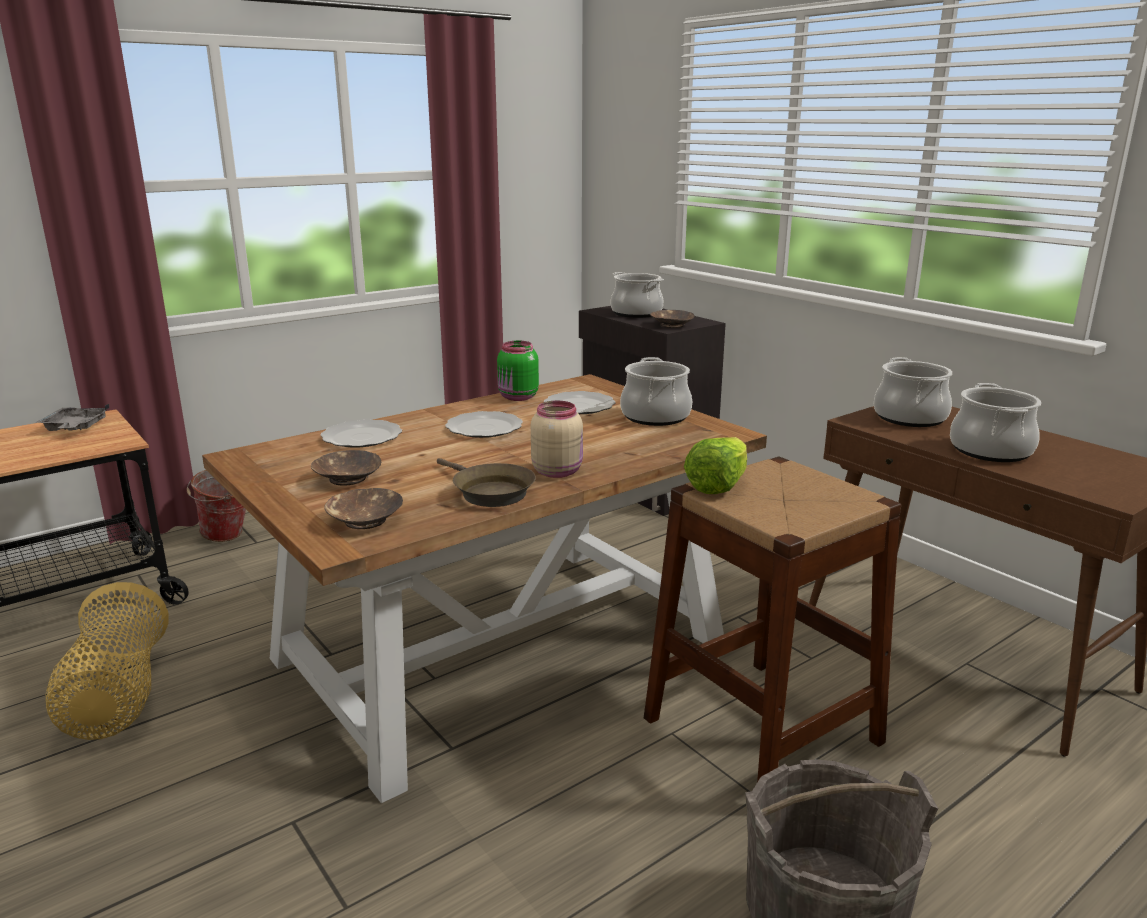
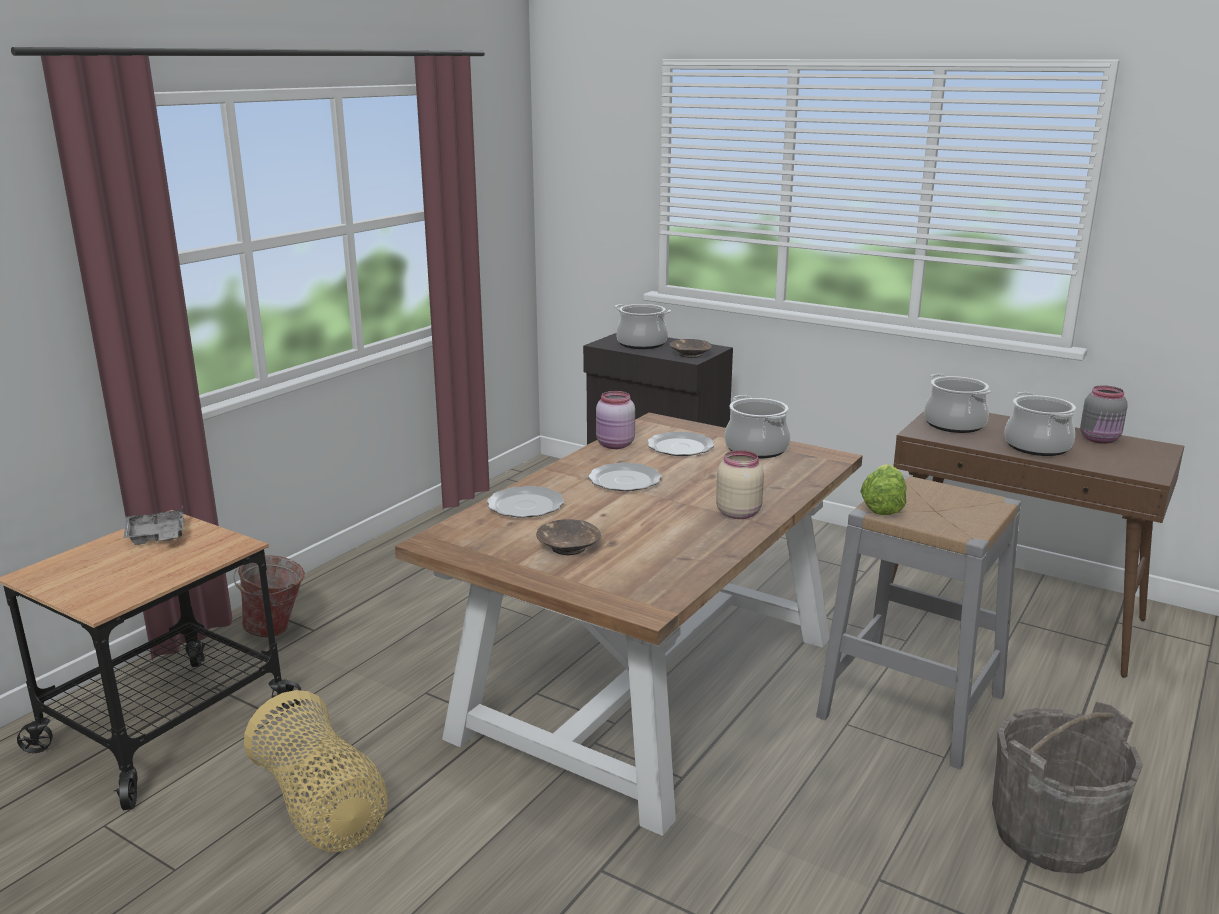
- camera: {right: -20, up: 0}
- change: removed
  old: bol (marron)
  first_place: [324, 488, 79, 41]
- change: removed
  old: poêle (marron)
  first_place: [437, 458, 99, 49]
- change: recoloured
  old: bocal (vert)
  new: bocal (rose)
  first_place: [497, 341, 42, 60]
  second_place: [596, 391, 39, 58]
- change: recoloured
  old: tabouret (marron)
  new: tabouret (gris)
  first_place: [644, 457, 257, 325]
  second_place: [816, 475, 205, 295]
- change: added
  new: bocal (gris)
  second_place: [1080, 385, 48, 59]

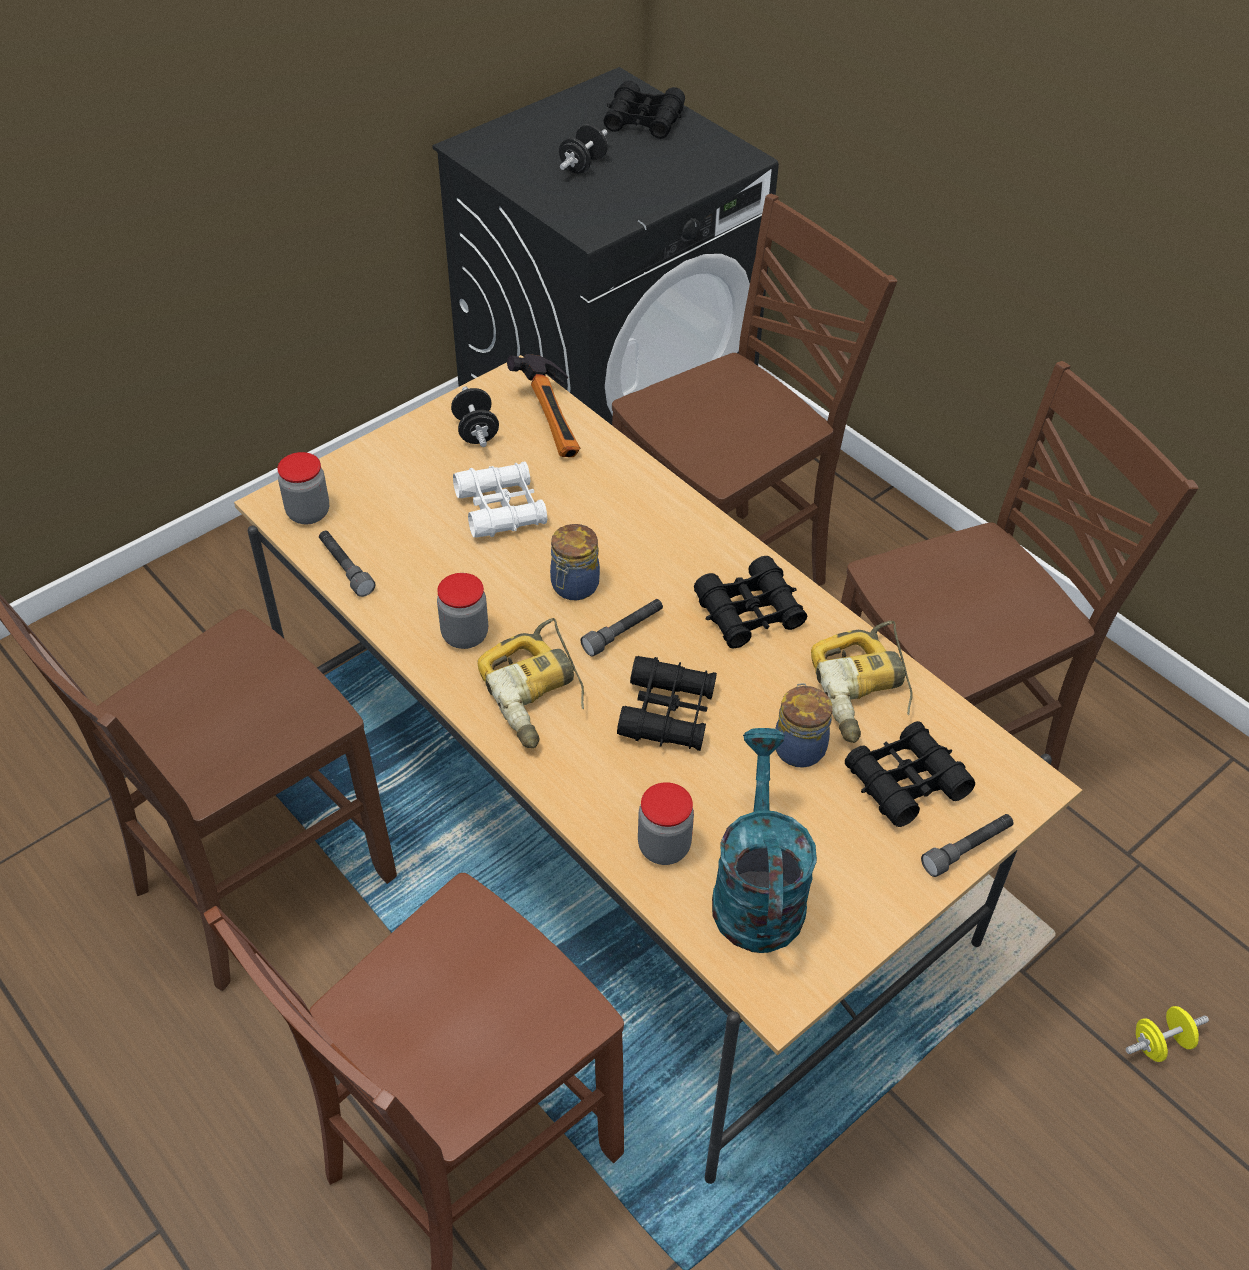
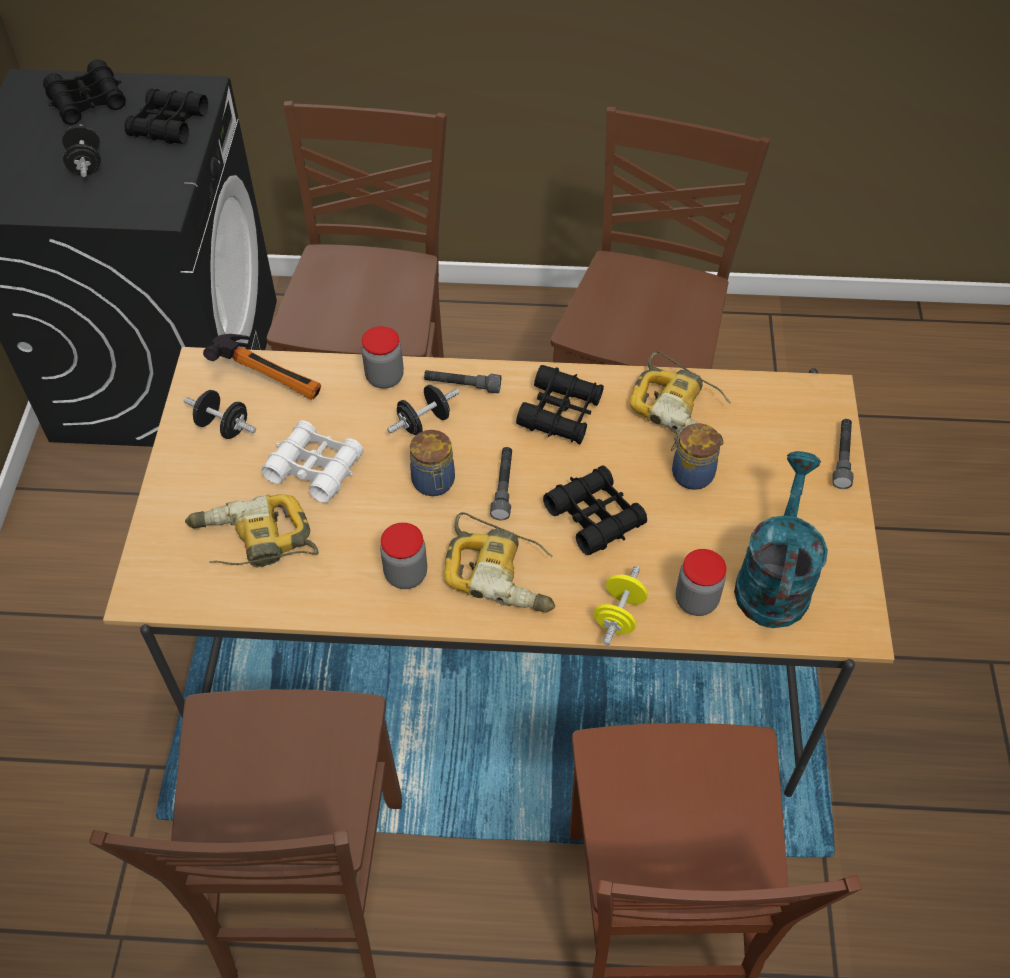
- camera: {right: -45, up: 5}
- change: moved
  old: bocal
  first_place: [277, 452, 52, 72]
  second_place: [361, 326, 43, 63]
- change: moved
  old: lampe de poche (gris)
  first_place: [319, 531, 56, 66]
  second_place: [424, 370, 77, 23]
- change: turned
  old: arrosoir (turquoise)
  first_place: [712, 728, 105, 225]
  second_place: [734, 451, 94, 177]
  degrees: 60
- change: moved
  old: jumelles (noir)
  first_place: [845, 721, 130, 106]
  second_place: [124, 89, 84, 55]
- change: moved
  old: haltère (jaune)
  first_place: [1126, 1006, 83, 56]
  second_place: [594, 566, 54, 79]
- change: added
  new: perceuse
  second_place: [185, 494, 134, 74]
- change: added
  new: haltère (noir)
  second_place: [387, 385, 72, 50]

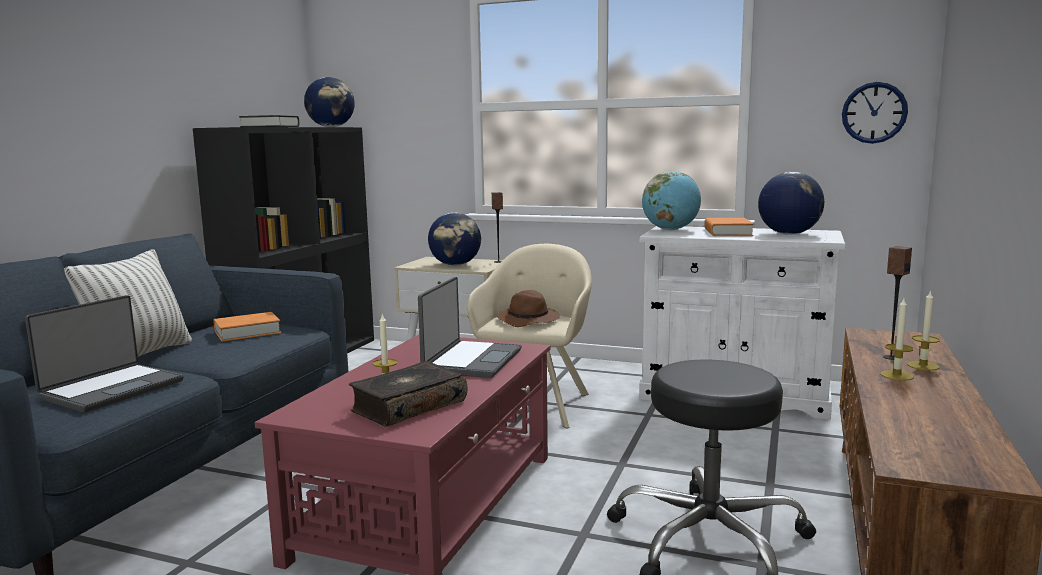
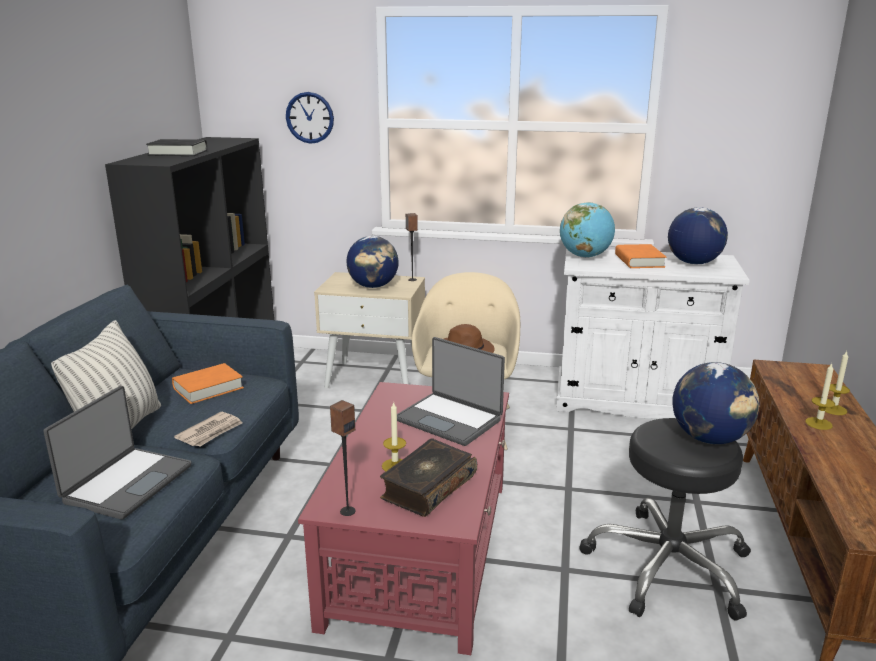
- camera: {right: -10, up: 10}
- change: moved
  old: globe
  first_place: [304, 77, 51, 50]
  second_place: [672, 362, 87, 82]
- change: turned
  old: ordinateur portable
  first_place: [418, 277, 104, 101]
  second_place: [397, 337, 108, 109]
  degrees: 120
- change: moved
  old: horloge murale
  first_place: [842, 82, 66, 62]
  second_place: [286, 92, 48, 52]
- change: moved
  old: enceinte
  first_place: [883, 246, 29, 114]
  second_place: [330, 400, 26, 116]
- change: added
  new: journal
  second_place: [174, 412, 69, 35]

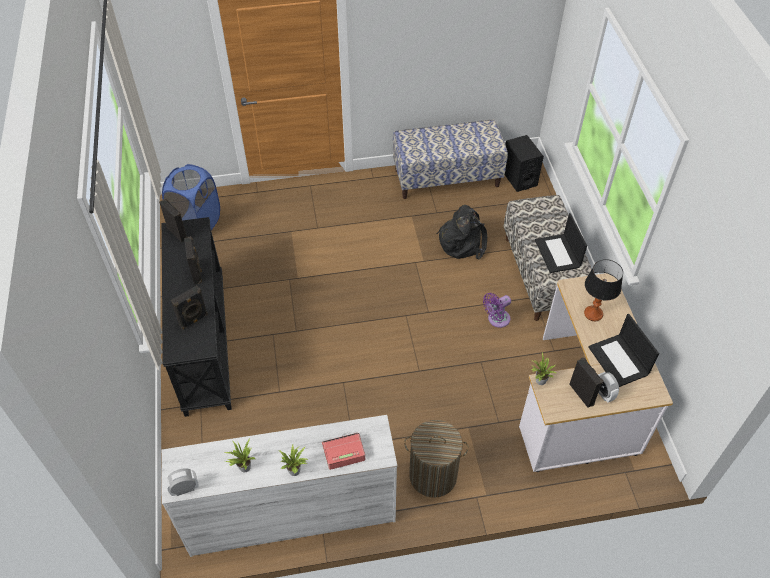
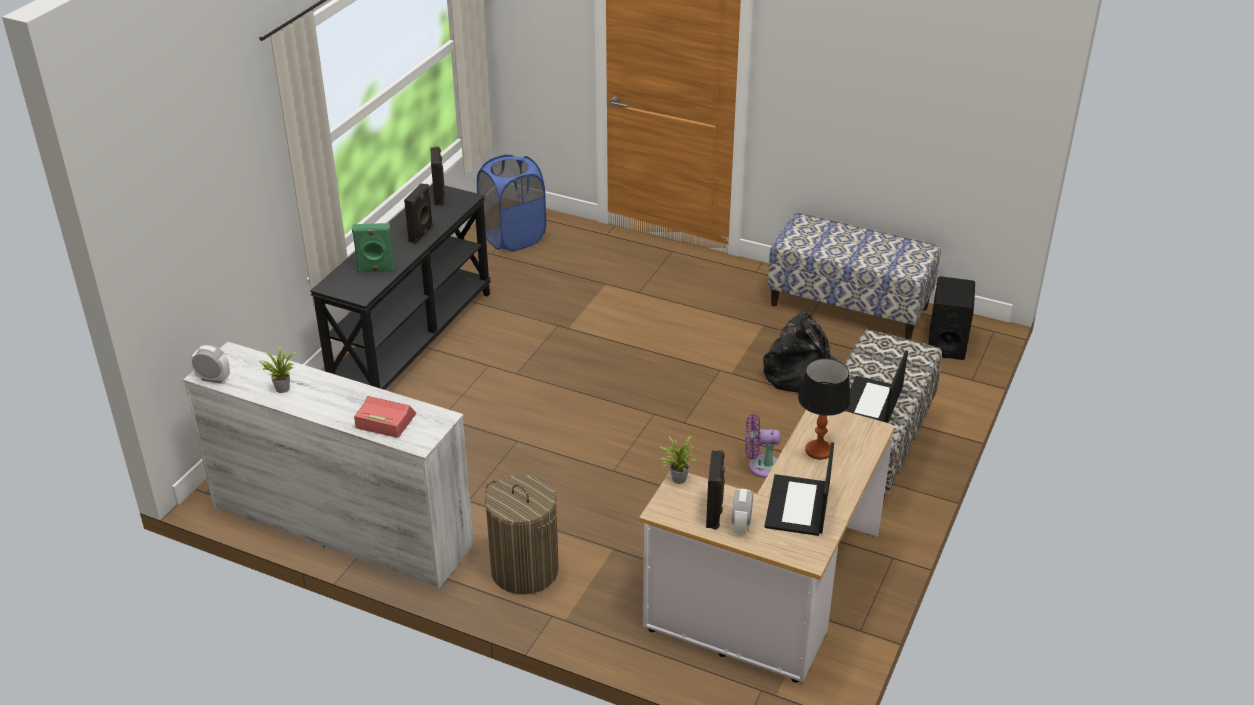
- camera: {right: 35, up: -15}
- change: recoloured
  old: enceinte (noir)
  new: enceinte (vert)
  first_place: [171, 285, 37, 45]
  second_place: [352, 223, 43, 49]
- change: removed
  old: plante en pot
  first_place: [279, 445, 30, 31]

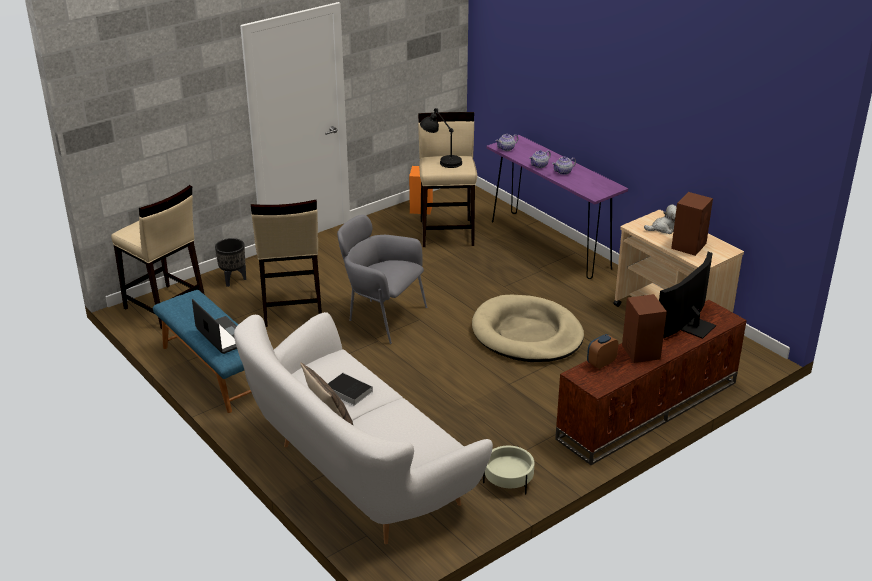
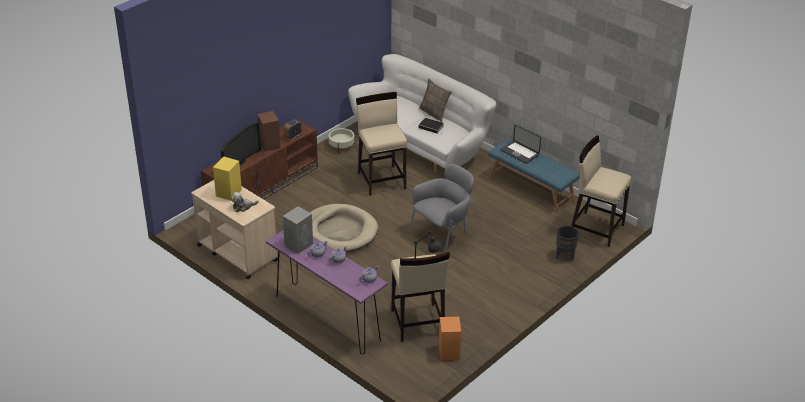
- camera: {right: 170, up: 5}
- change: moved
  old: tabouret (beige)
  first_place: [251, 200, 71, 127]
  second_place: [356, 92, 51, 104]
- change: turned
  old: fauteuil (gris)
  first_place: [337, 215, 90, 129]
  second_place: [409, 164, 65, 89]
  degrees: -60
- change: recoloured
  old: enceinte (marron)
  new: enceinte (jaune)
  first_place: [671, 192, 42, 64]
  second_place: [213, 156, 29, 45]
- change: added
  new: enceinte (gris)
  second_place: [283, 206, 30, 48]

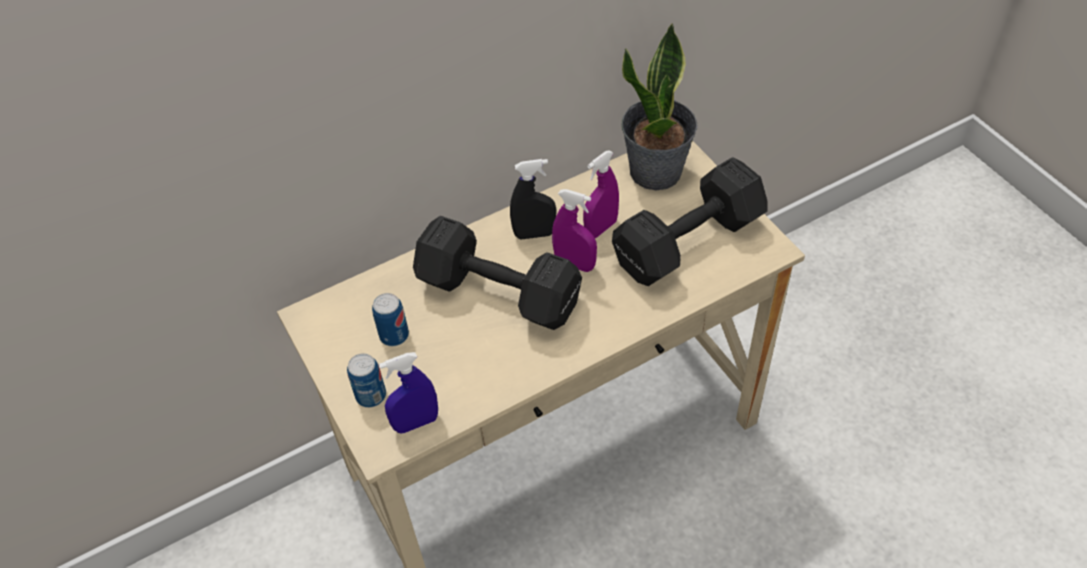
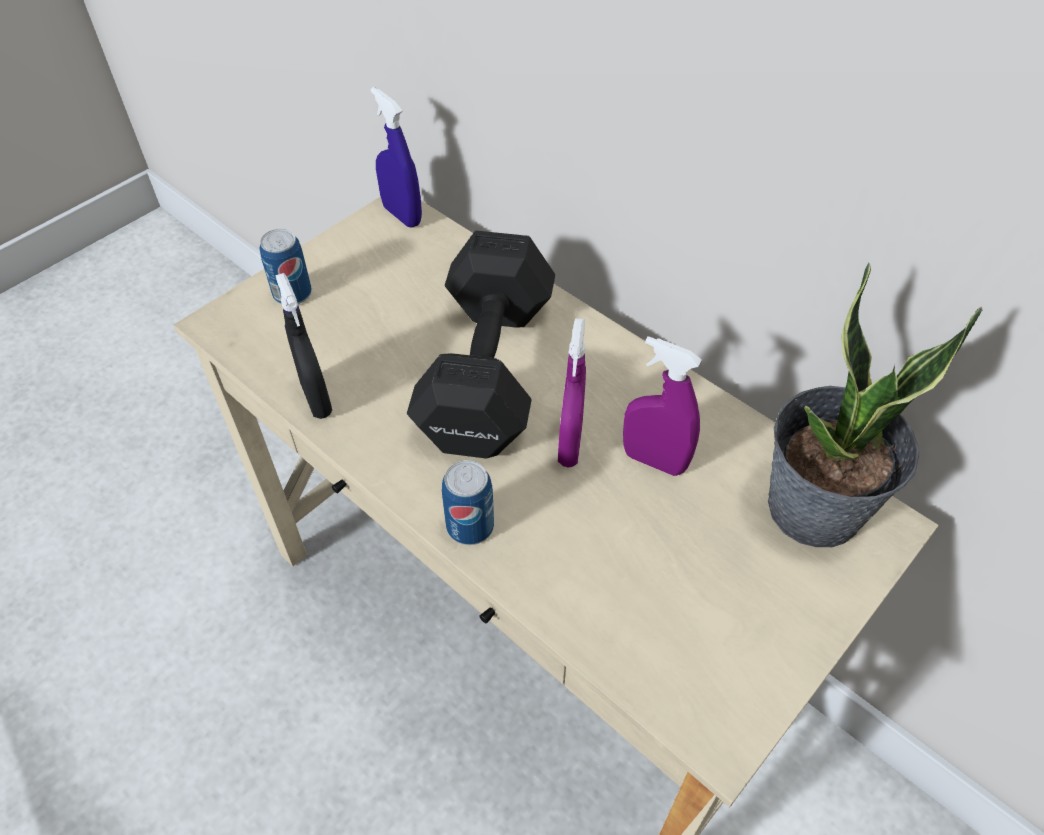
- camera: {right: 70, up: 0}
- change: moved
  old: boîte métallique
  first_place: [372, 293, 37, 53]
  second_place: [442, 460, 52, 85]
- change: moved
  old: vaporisateur (bleu)
  first_place: [379, 352, 59, 81]
  second_place: [371, 87, 51, 141]
- change: moved
  old: vaporisateur (noir)
  first_place: [510, 159, 46, 81]
  second_place: [275, 273, 57, 146]
- change: removed
  old: haltère (noir)
  first_place: [612, 157, 156, 129]

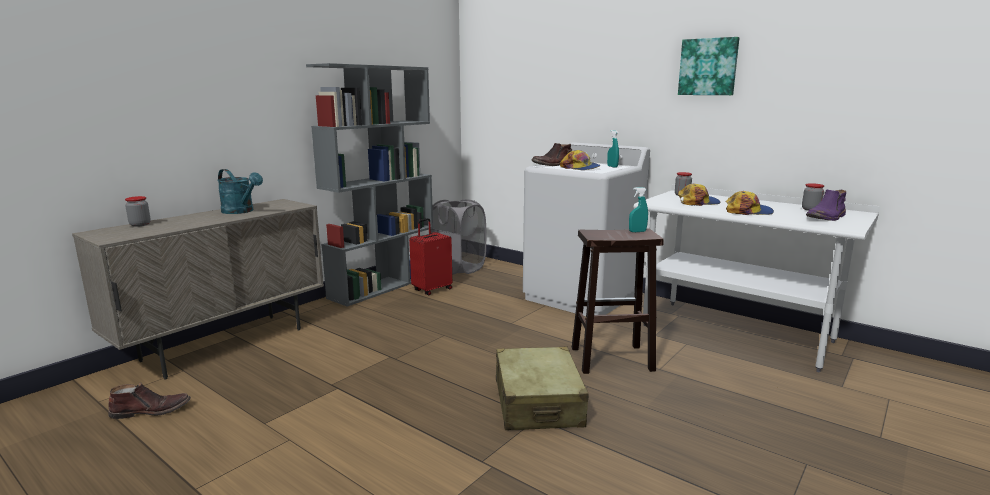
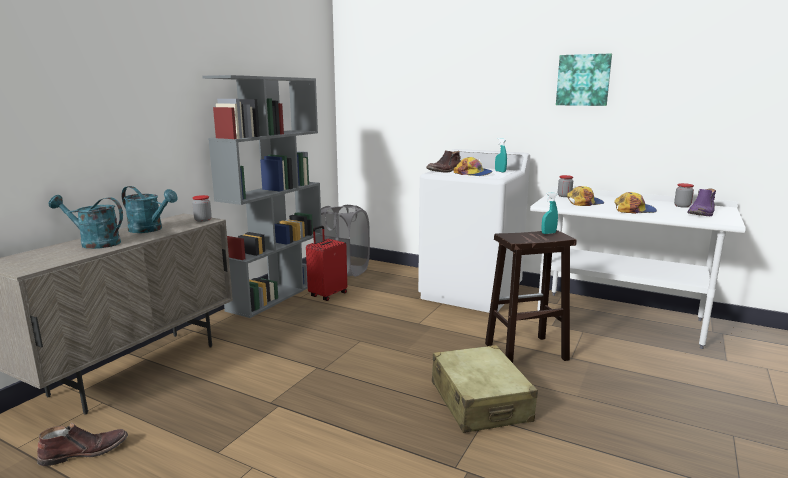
- camera: {right: -10, up: 0}
- change: moved
  old: bocal
  first_place: [125, 196, 26, 31]
  second_place: [192, 195, 20, 27]
- change: added
  new: arrosoir (turquoise)
  second_place: [49, 195, 74, 54]

